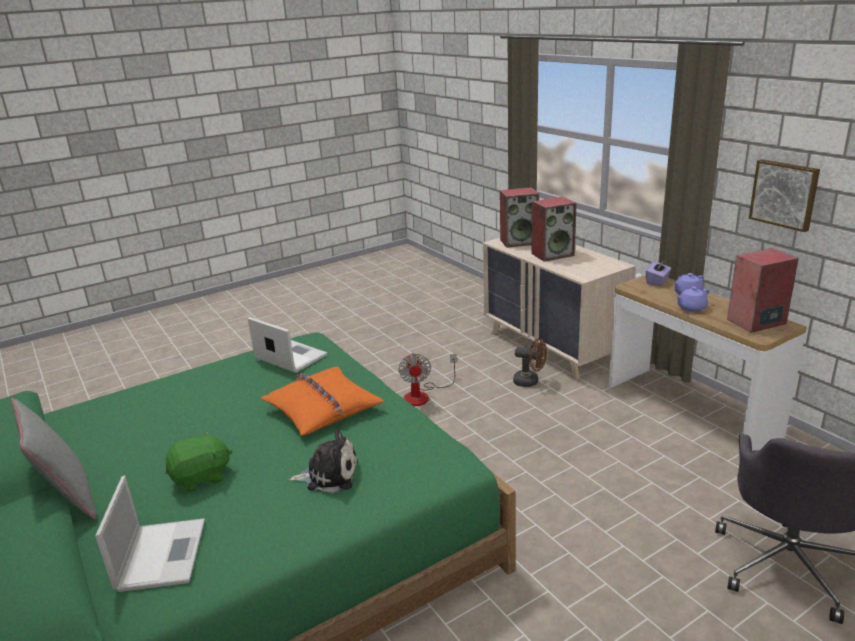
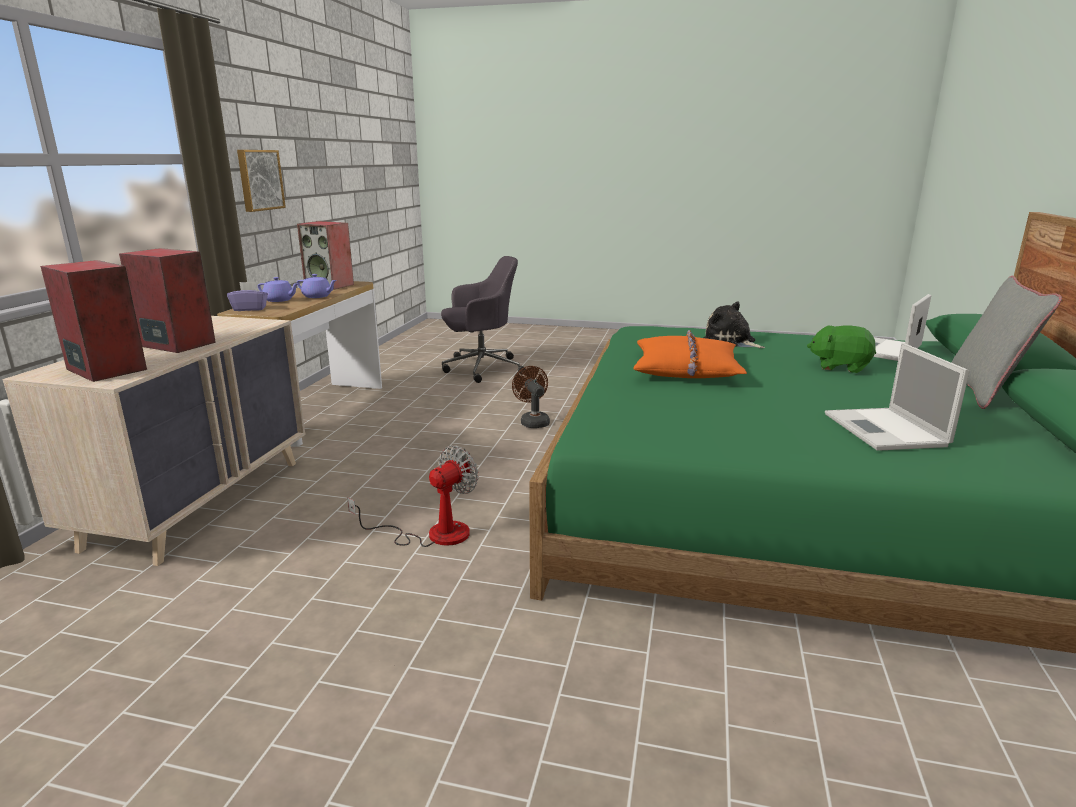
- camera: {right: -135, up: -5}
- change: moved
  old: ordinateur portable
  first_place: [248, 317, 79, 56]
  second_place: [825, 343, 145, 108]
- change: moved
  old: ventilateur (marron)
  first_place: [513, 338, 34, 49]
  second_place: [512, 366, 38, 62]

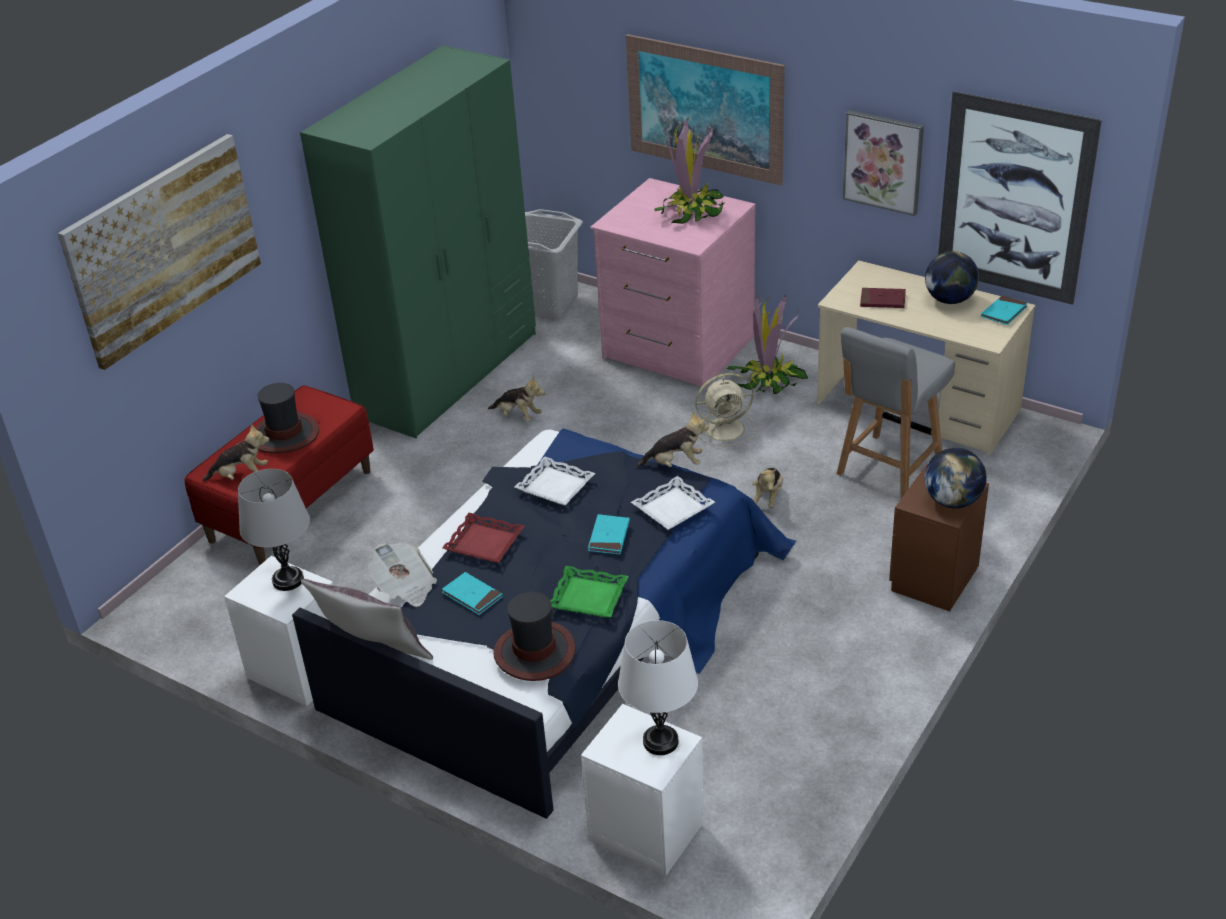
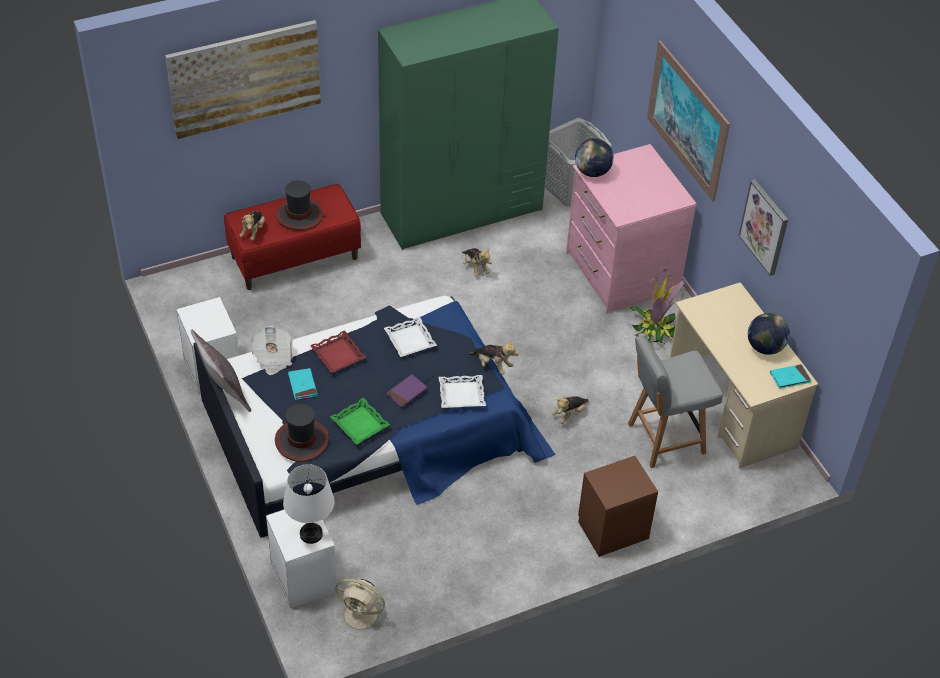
- camera: {right: 30, up: 10}
- change: turned
  old: peluche
  first_place: [202, 424, 67, 58]
  second_place: [239, 211, 26, 30]
  degrees: 75
- change: removed
  old: lampe de table (gris)
  first_place: [238, 469, 72, 122]
- change: recoloured
  old: livre (turquoise)
  new: livre (violet)
  first_place: [588, 514, 42, 41]
  second_place: [387, 374, 40, 34]
- change: removed
  old: plante en pot
  first_place: [654, 117, 72, 107]
- change: moved
  old: ventilateur (beige)
  first_place: [695, 373, 60, 73]
  second_place: [335, 579, 53, 58]
- change: removed
  old: livre (rouge)
  first_place: [860, 288, 46, 20]
- change: moved
  old: globe
  first_place: [924, 448, 63, 60]
  second_place: [575, 138, 39, 39]
- change: removed
  old: tableau
  first_place: [938, 91, 164, 214]

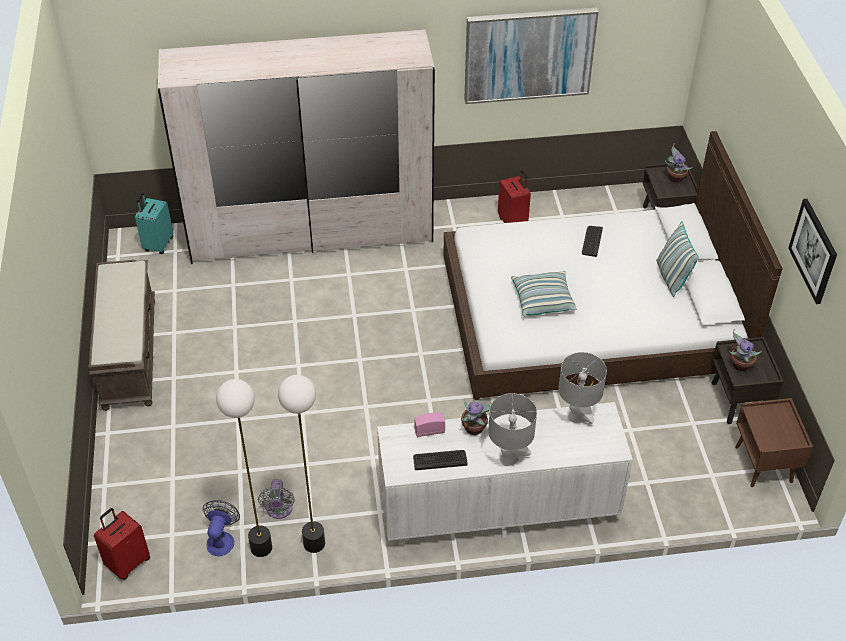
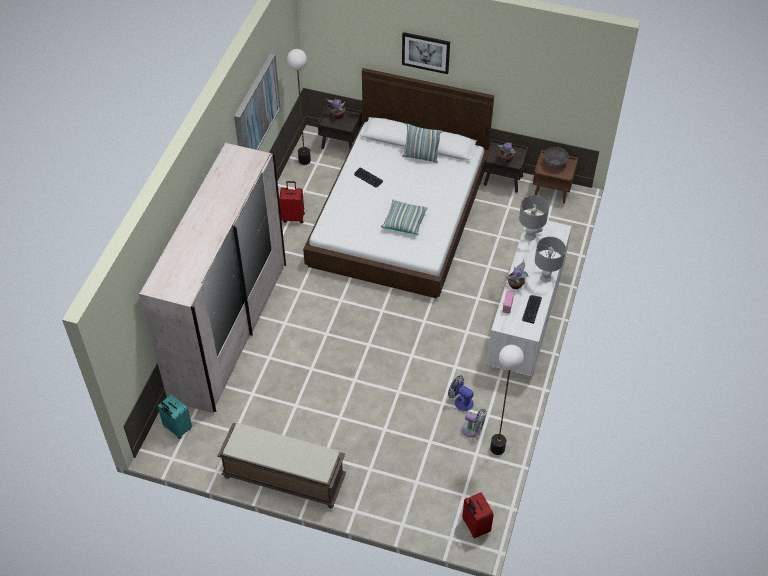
- camera: {right: -65, up: 5}
- change: moved
  old: ventilateur
  first_place: [203, 500, 37, 56]
  second_place: [448, 375, 26, 36]
- change: moved
  old: lampadaire
  first_place: [278, 375, 47, 178]
  second_place: [287, 49, 24, 116]
- change: moved
  old: tableau
  first_place: [788, 199, 49, 105]
  second_place: [402, 32, 48, 42]
- change: added
  new: bol (gris)
  second_place: [544, 147, 25, 22]

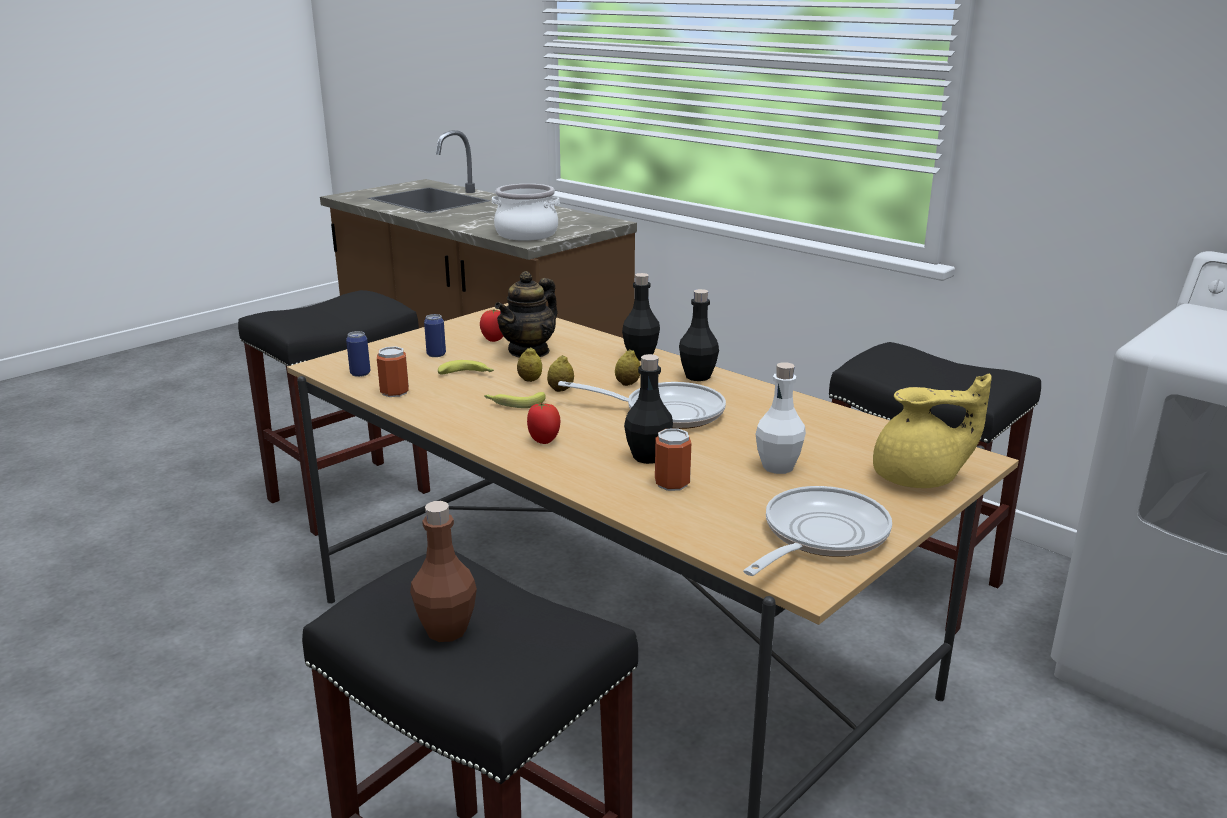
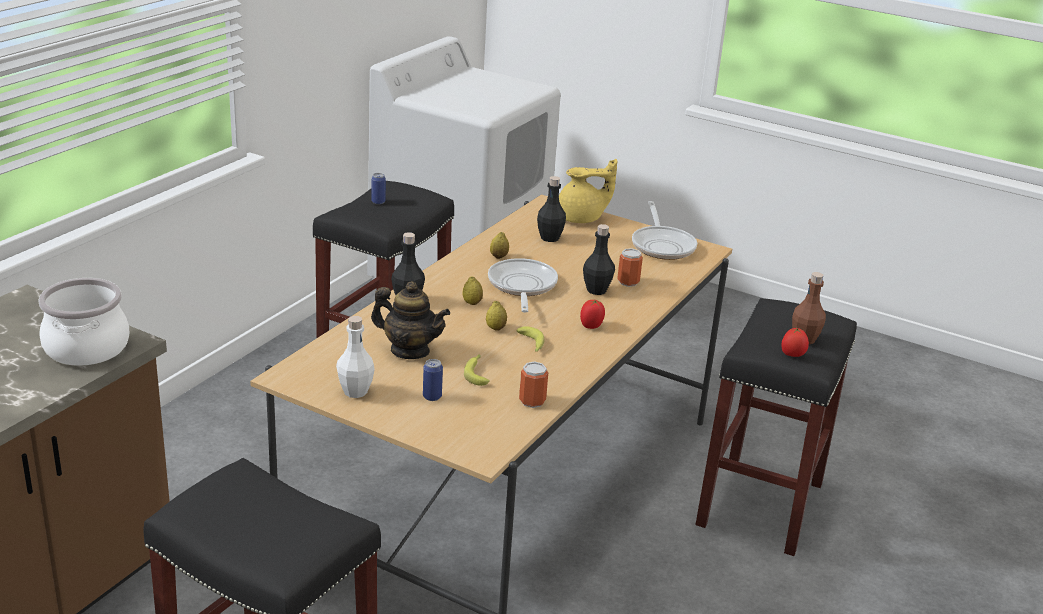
- camera: {right: -105, up: 5}
- change: moved
  old: boîte métallique
  first_place: [346, 331, 25, 46]
  second_place: [371, 173, 15, 31]
- change: moved
  old: tomate
  first_place: [480, 309, 23, 33]
  second_place: [781, 327, 28, 30]
- change: moved
  old: citron
  first_place: [517, 347, 25, 35]
  second_place: [490, 232, 19, 27]
- change: moved
  old: bouteille (noir)
  first_place: [679, 289, 40, 92]
  second_place: [537, 176, 29, 66]
- change: turned
  old: poêle
  first_place: [743, 486, 149, 90]
  second_place: [632, 201, 65, 59]
  degrees: -120
- change: moved
  old: bouteille (blanc)
  first_place: [756, 362, 50, 112]
  second_place: [336, 316, 39, 82]
- change: turned
  old: théière (jaune)
  first_place: [873, 374, 119, 114]
  second_place: [559, 159, 58, 64]
  degrees: 90

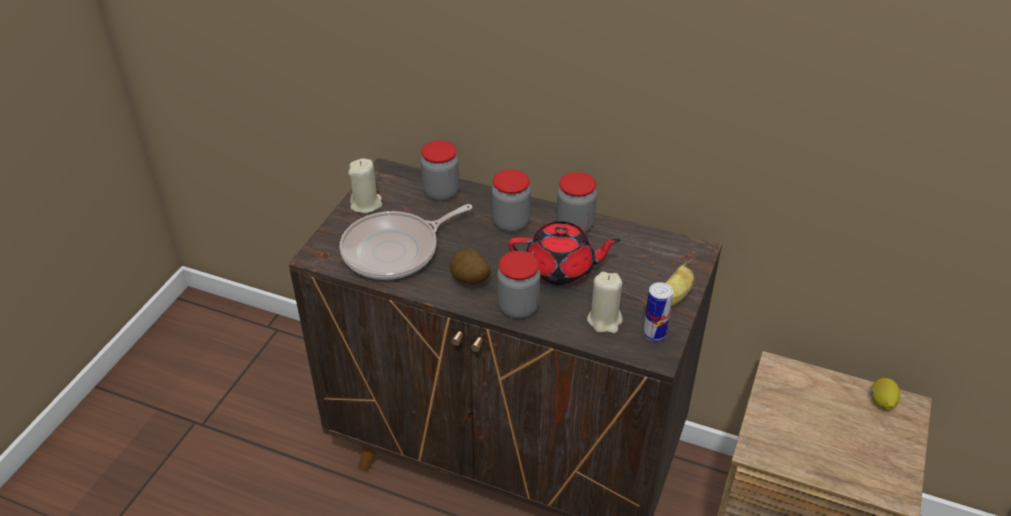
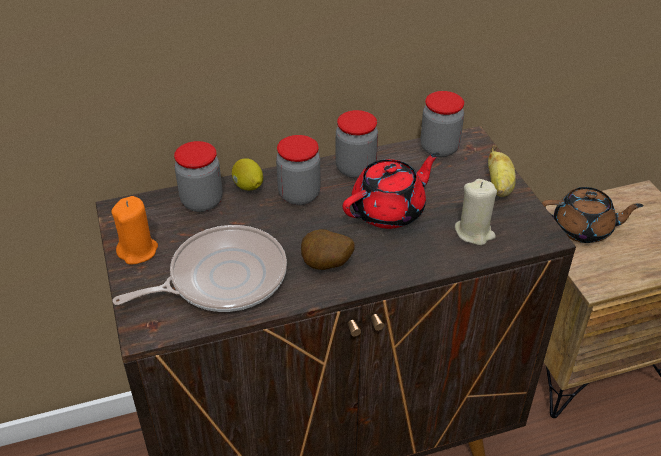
- camera: {right: -40, up: 0}
- change: turned
  old: poêle
  first_place: [340, 204, 133, 76]
  second_place: [112, 225, 175, 87]
  degrees: -135
- change: recoloured
  old: bougie (beige)
  new: bougie (orange)
  first_place: [348, 158, 35, 55]
  second_place: [112, 196, 46, 69]
- change: moved
  old: bocal
  first_place: [497, 251, 43, 68]
  second_place: [421, 91, 43, 66]
- change: removed
  old: boîte métallique
  first_place: [643, 282, 31, 60]
- change: moved
  old: citron
  first_place: [871, 378, 29, 32]
  second_place: [232, 158, 31, 32]
- change: added
  new: théière (marron)
  second_place: [542, 187, 102, 56]

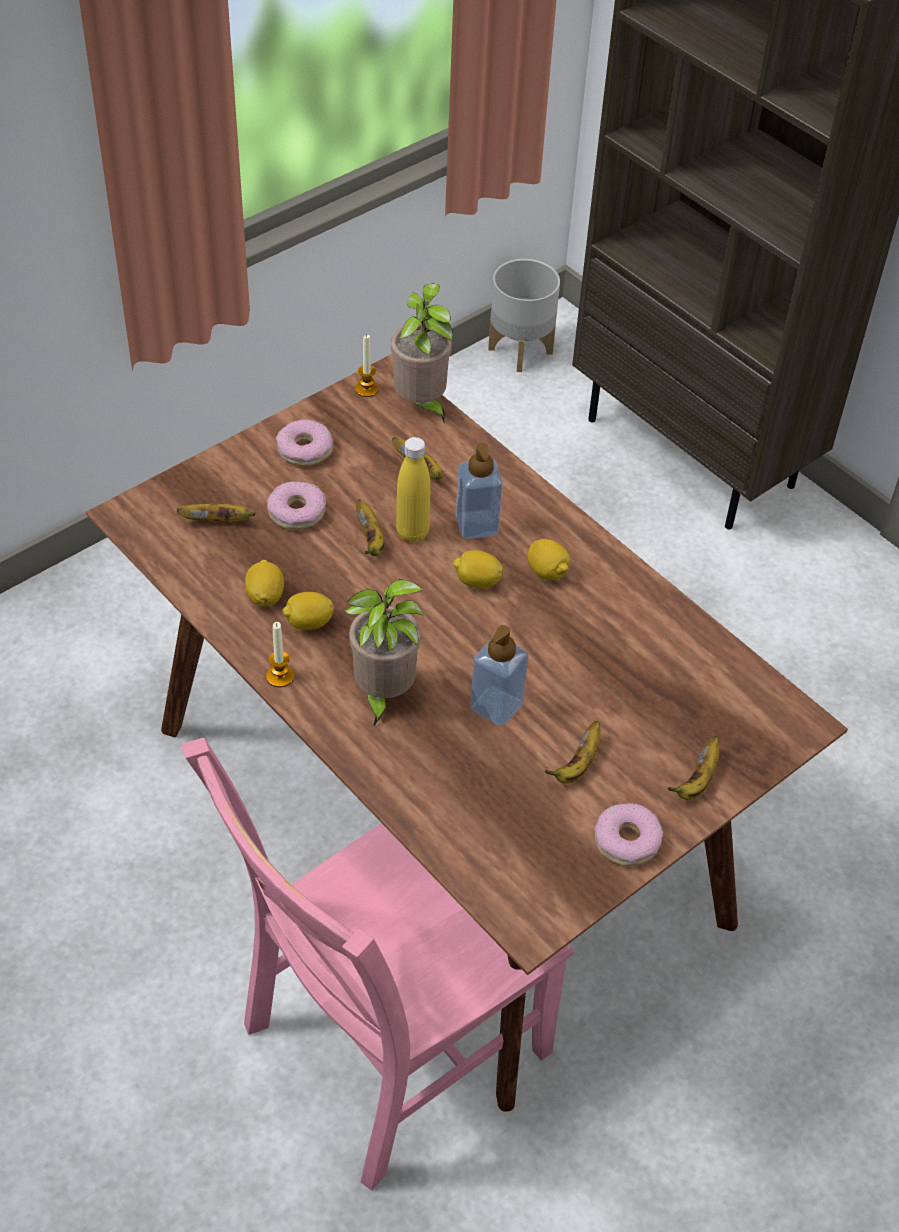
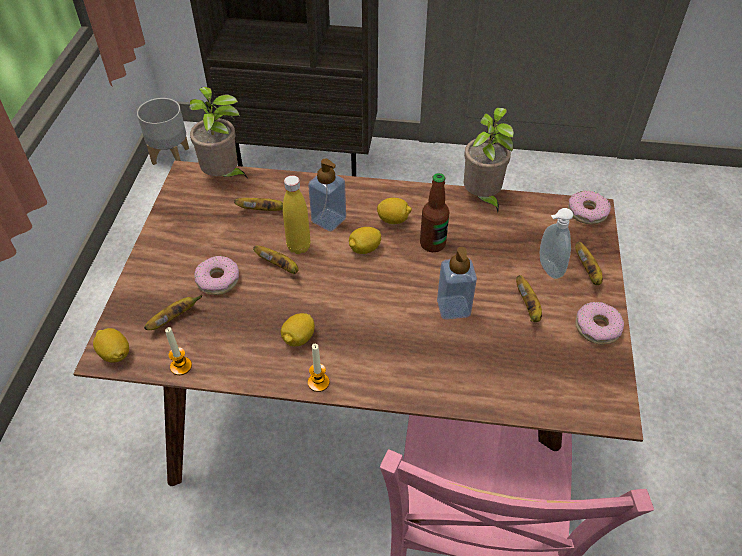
- camera: {right: -40, up: 0}
- change: moved
  old: citron
  first_place: [245, 560, 39, 46]
  second_place: [93, 328, 36, 35]
- change: moved
  old: beignet
  first_place: [276, 419, 57, 47]
  second_place: [568, 190, 43, 34]
- change: moved
  old: plante en pot
  first_place: [345, 579, 78, 148]
  second_place: [464, 108, 50, 105]
- change: moved
  old: bougie
  first_place: [355, 334, 24, 63]
  second_place: [165, 327, 27, 48]
- change: added
  new: bouteille
  second_place: [420, 173, 29, 79]
- change: added
  new: distributeur de savon
  second_place: [539, 208, 34, 71]

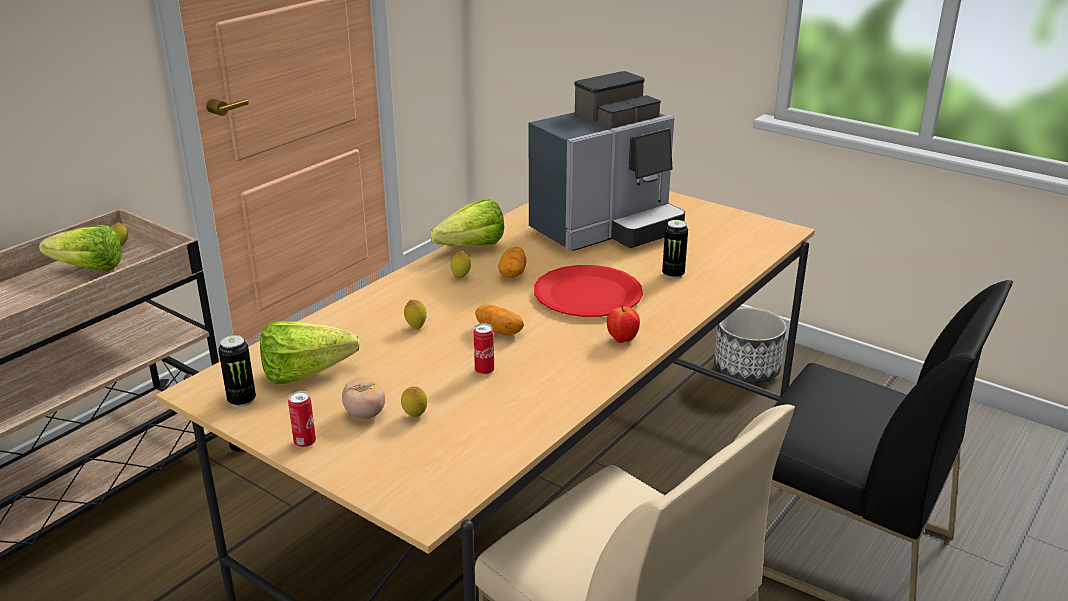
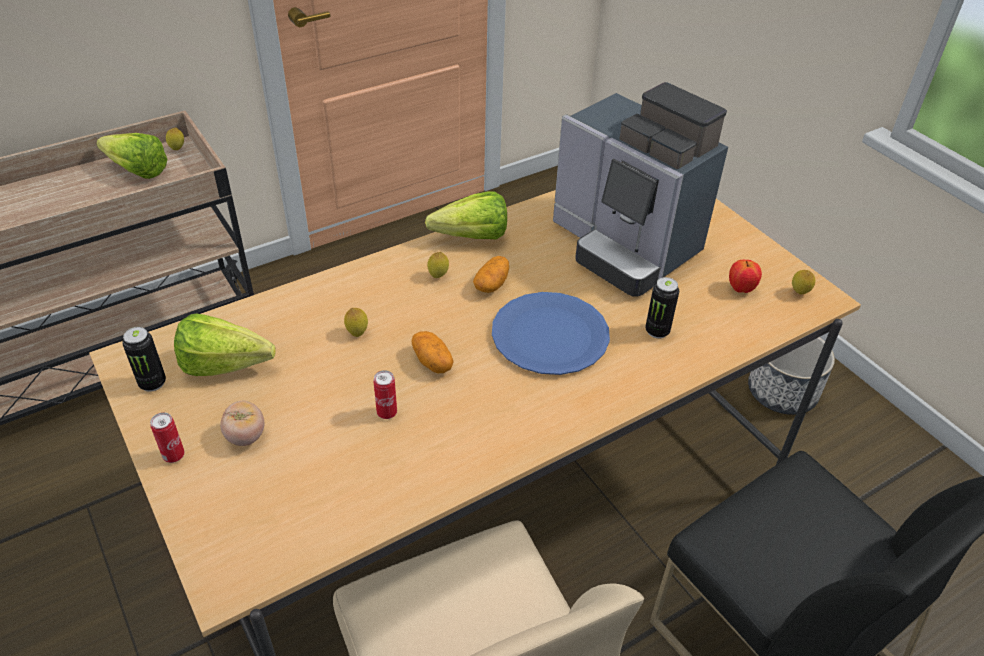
- camera: {right: 20, up: 15}
- change: moved
  old: citron
  first_place: [401, 386, 26, 31]
  second_place: [792, 270, 23, 24]
- change: turned
  old: machine à café
  first_place: [529, 71, 156, 180]
  second_place: [553, 82, 175, 215]
  degrees: 60
- change: recoloured
  old: assiette (rouge)
  new: assiette (bleu)
  first_place: [534, 265, 109, 52]
  second_place: [492, 292, 118, 83]
- change: moved
  old: pomme
  first_place: [607, 306, 33, 37]
  second_place: [729, 260, 33, 33]

